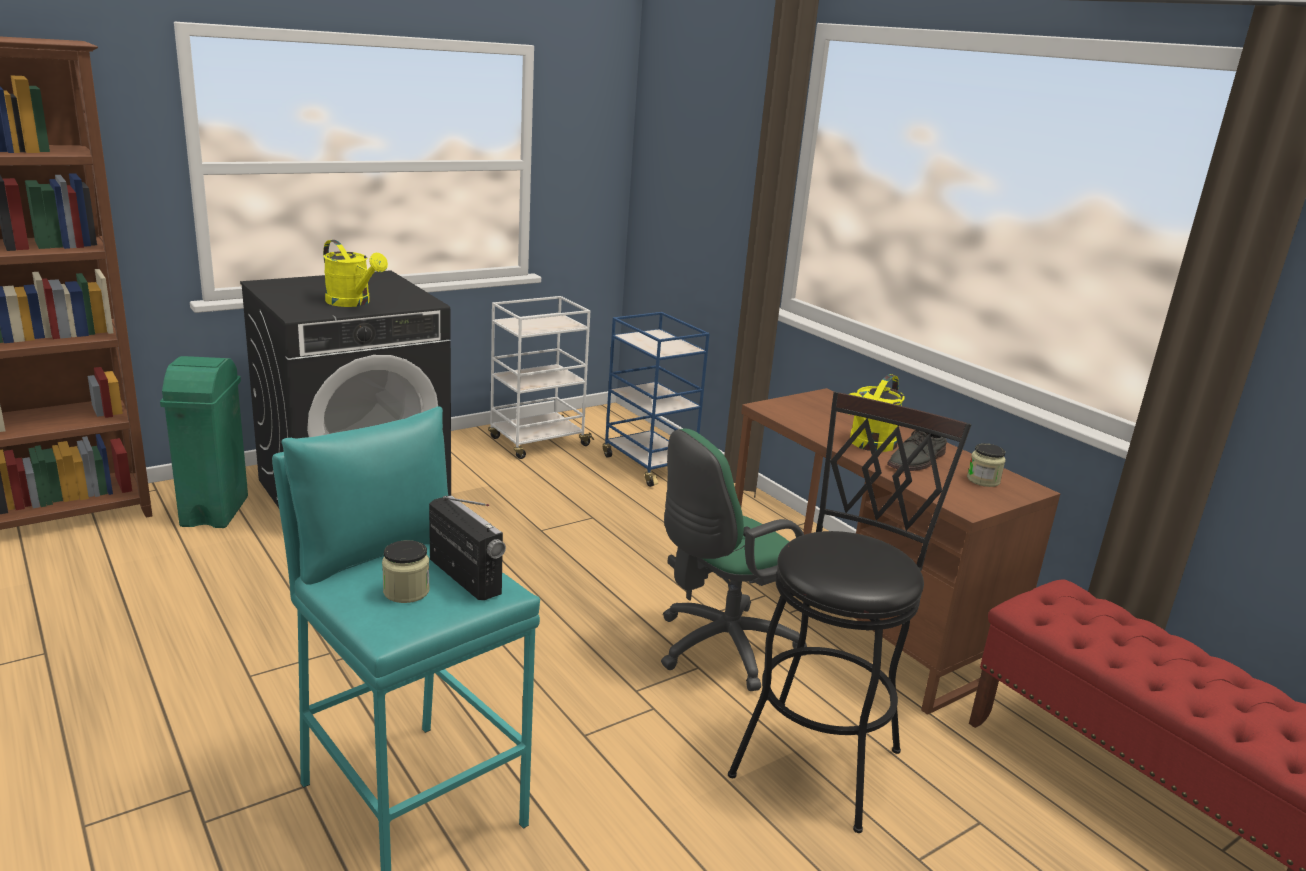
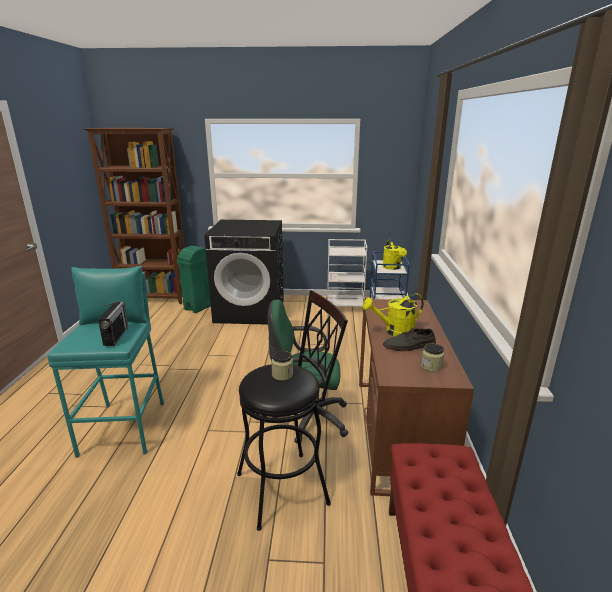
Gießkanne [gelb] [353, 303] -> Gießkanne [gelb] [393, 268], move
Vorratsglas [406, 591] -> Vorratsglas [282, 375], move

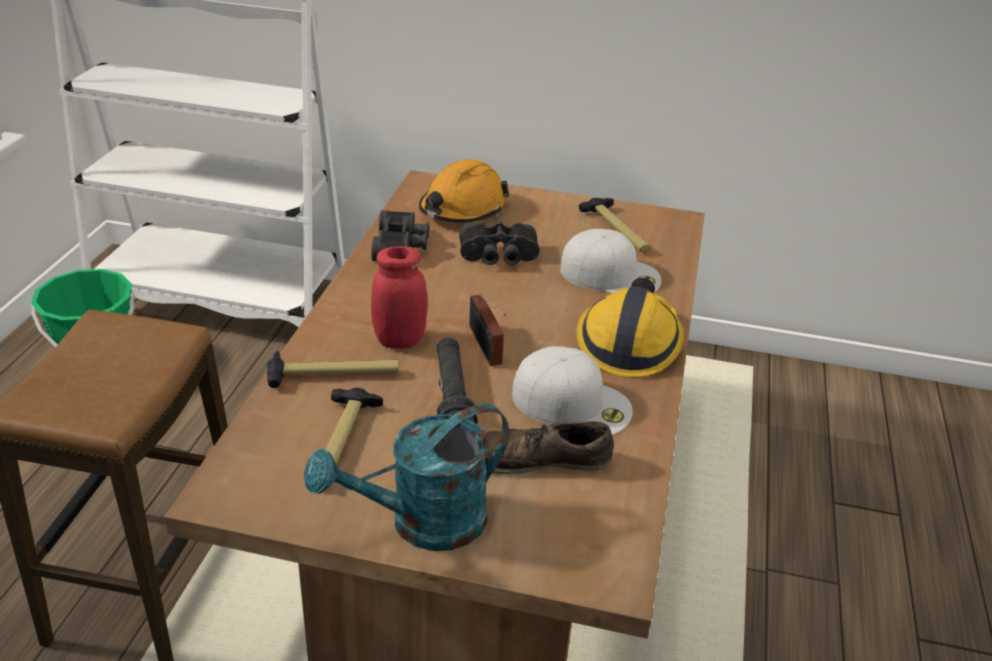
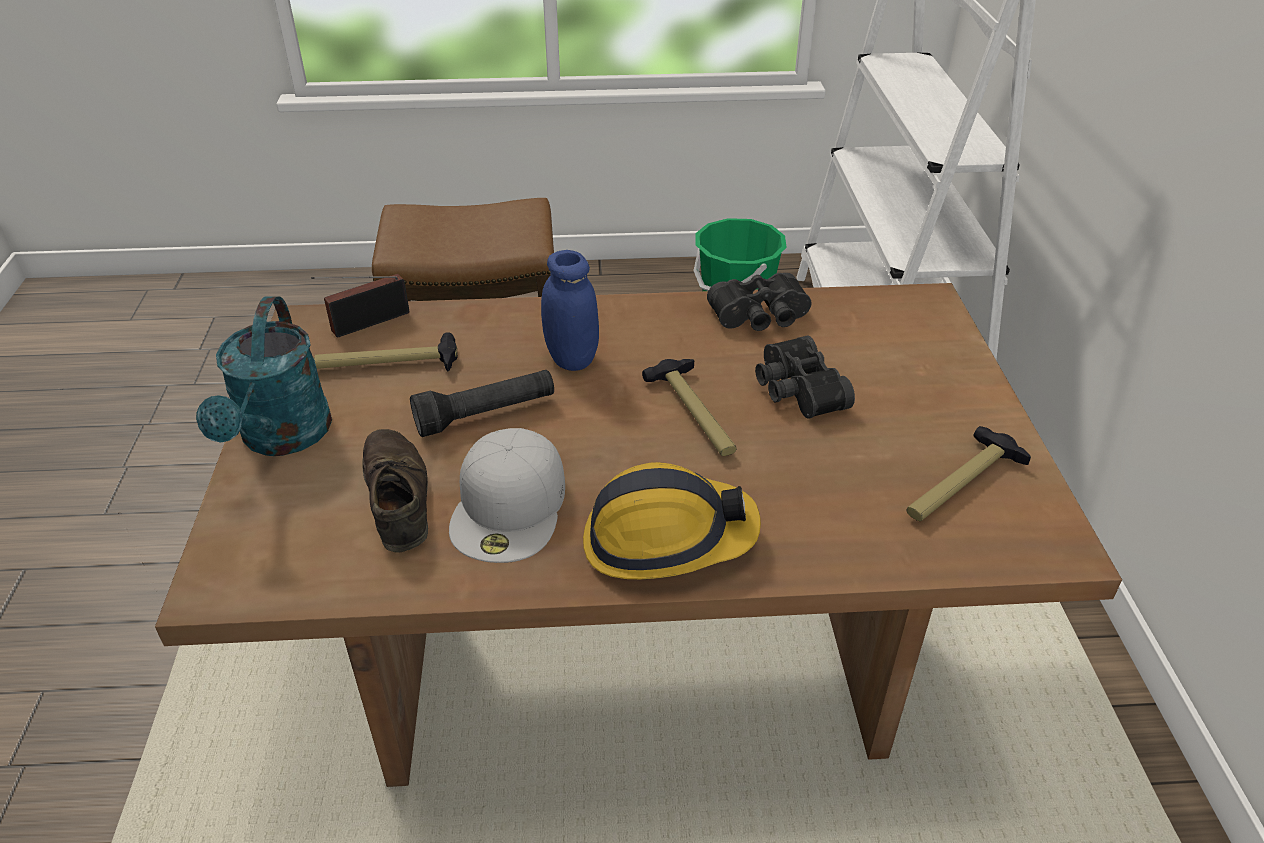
Schutzhelm [orange] [462, 209] -> none
Kappe [weiß] [611, 274] -> none
Hammer [333, 374] -> Hammer [695, 414], move
Radio [485, 347] -> Radio [366, 323], move
Vorratsglas [rot] [399, 340] -> Vorratsglas [blau] [572, 359]
Gießkanne [türkis] [422, 524] -> Gießkanne [türkis] [282, 438], 135 degrees counterclockwise

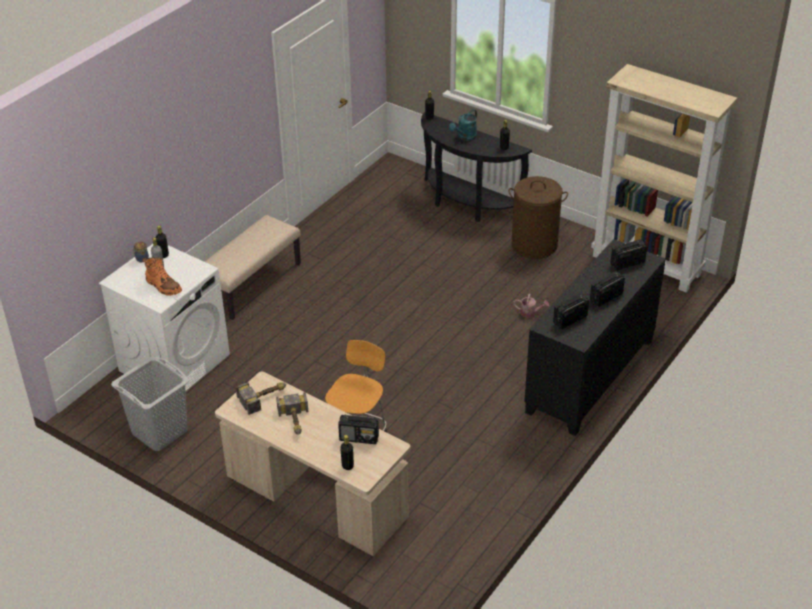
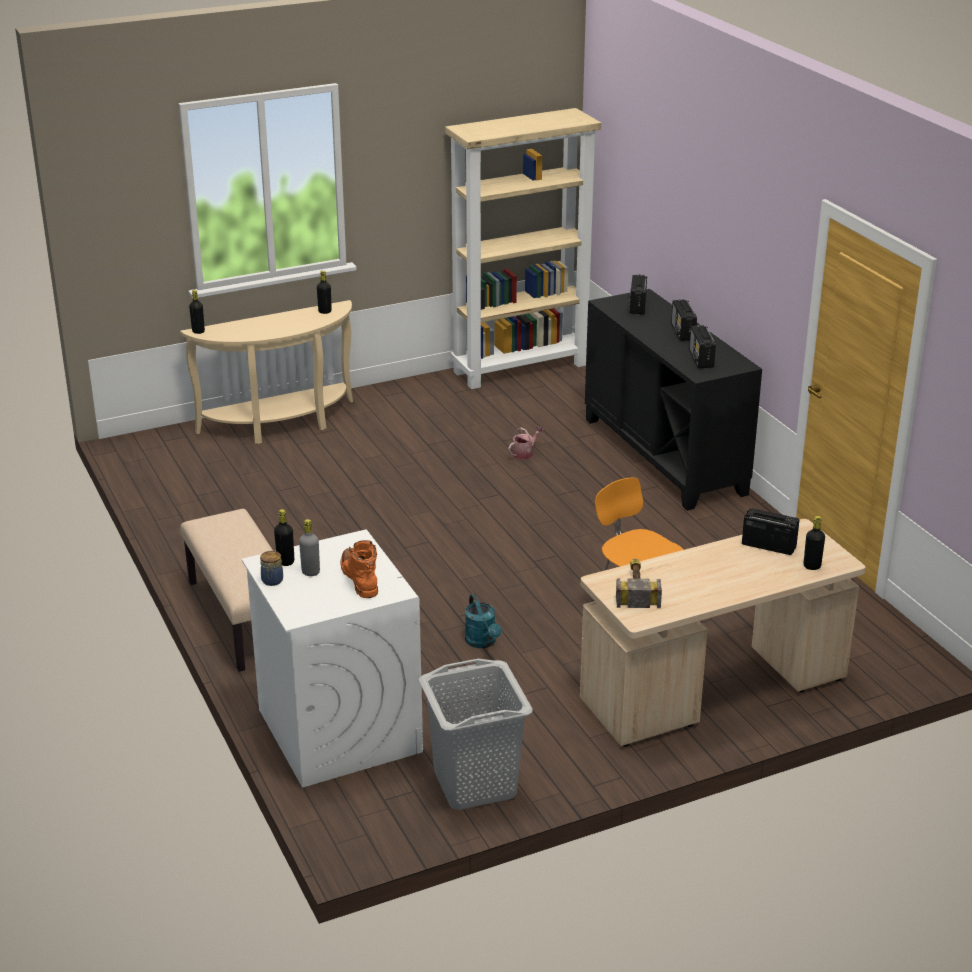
Hammer [295, 421] -> none
Wäschekorb [braun] [534, 245] -> none
Gießkanne [türkis] [465, 137] -> Gießkanne [türkis] [483, 642], move
Konsolentisch [schwarz] [466, 204] -> Konsolentisch [beige] [281, 425]
Stiefel [orange] [163, 286] -> Stiefel [orange] [360, 579], 90 degrees counterclockwise
Radio [359, 438] -> Radio [768, 545], 105 degrees counterclockwise

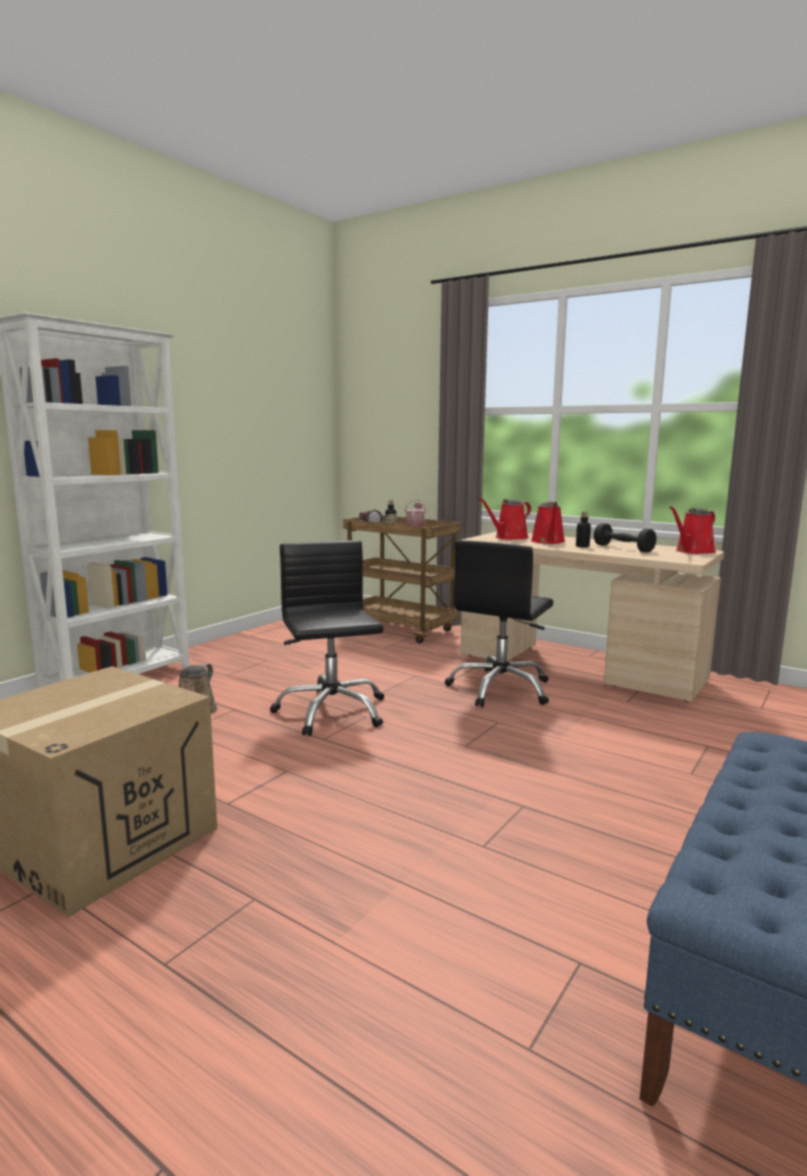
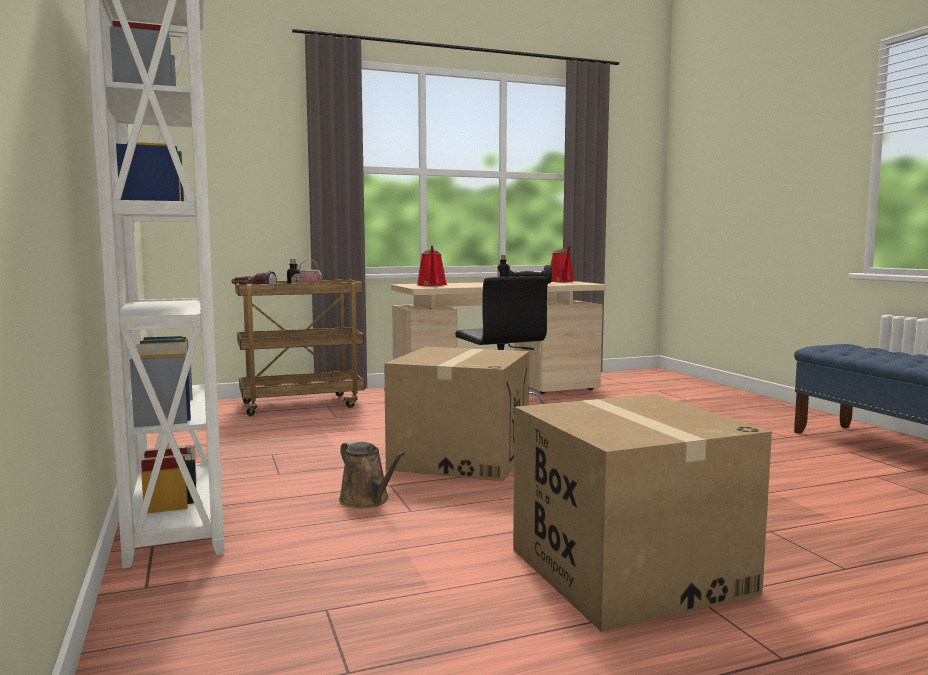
Gießkanne [rot] [548, 542] -> none
Bürostuhl [schwarz] [331, 711] -> Karton [460, 457]

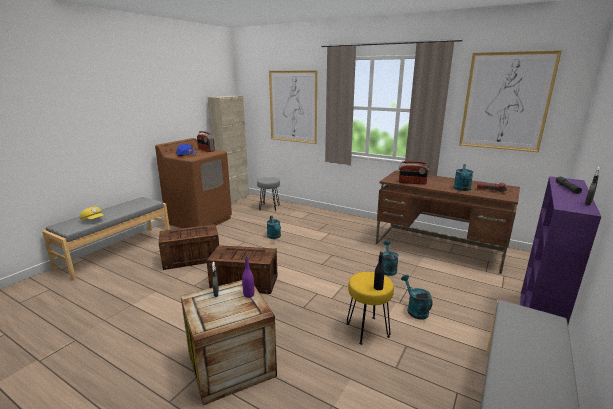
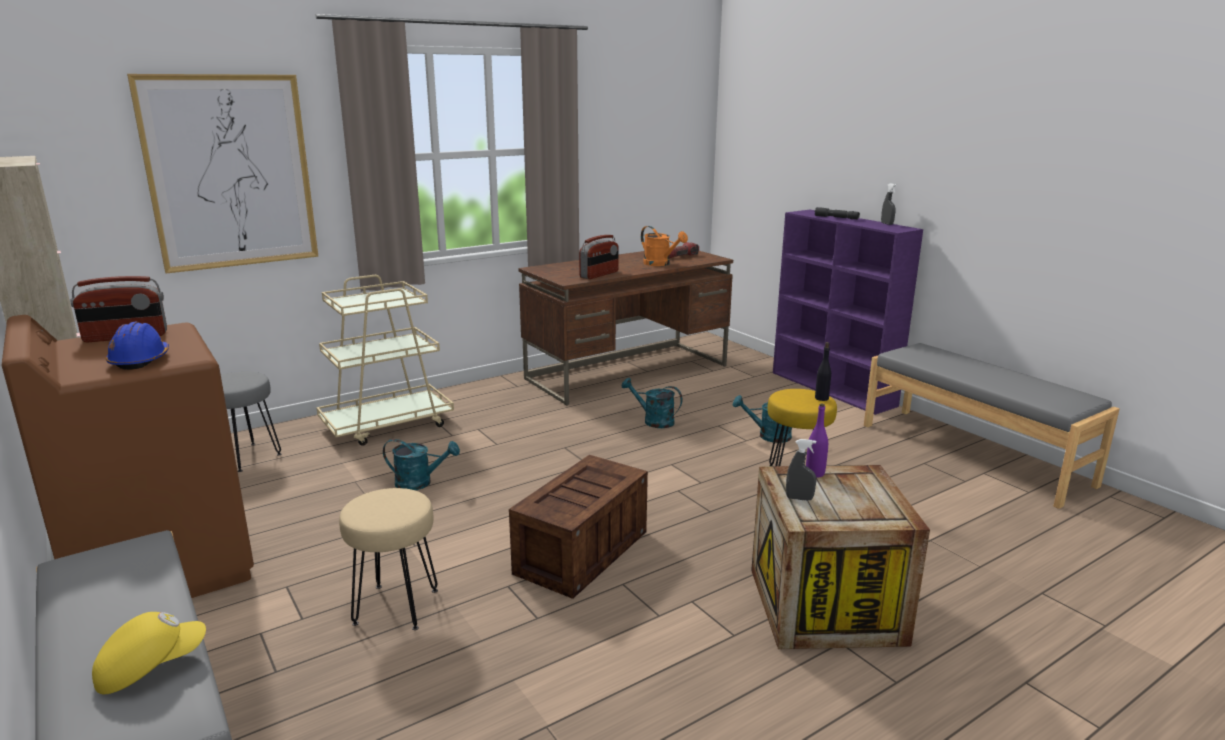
Bild [505, 102] -> none
none -> Rollwagen [beige] [388, 424]
Kiste [192, 258] -> Hocker [beige] [395, 606]
Gießkanne [türkis] [462, 189] -> Gießkanne [orange] [660, 264]

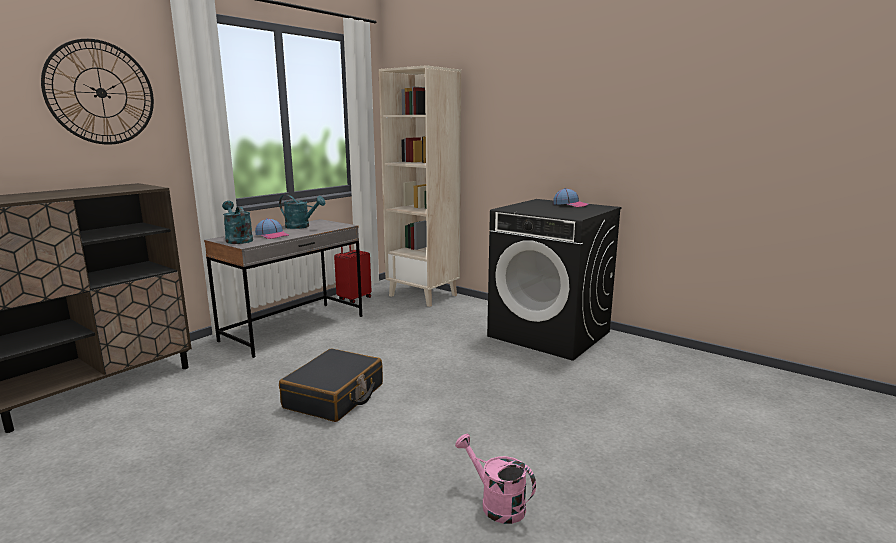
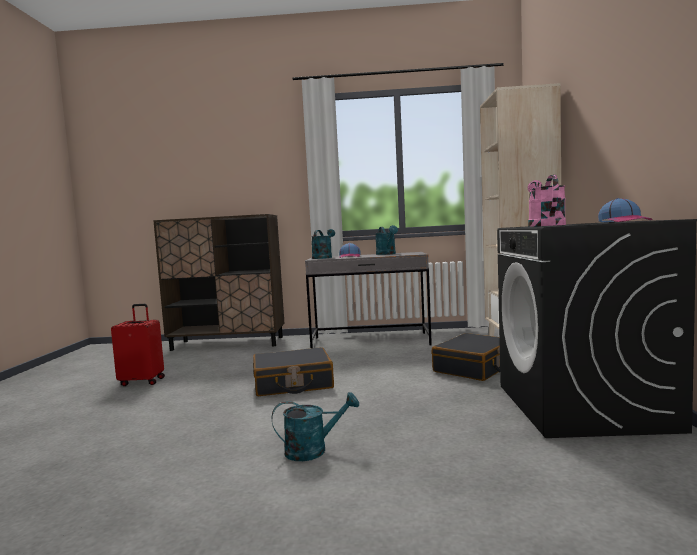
Wanduhr [101, 93] -> none
none -> Gießkanne [türkis] [313, 450]
none -> Koffer [schwarz] [474, 368]
Koffer [rot] [354, 299] -> Koffer [rot] [142, 381], move
Gießkanne [rosa] [496, 504] -> Gießkanne [rosa] [544, 225], move

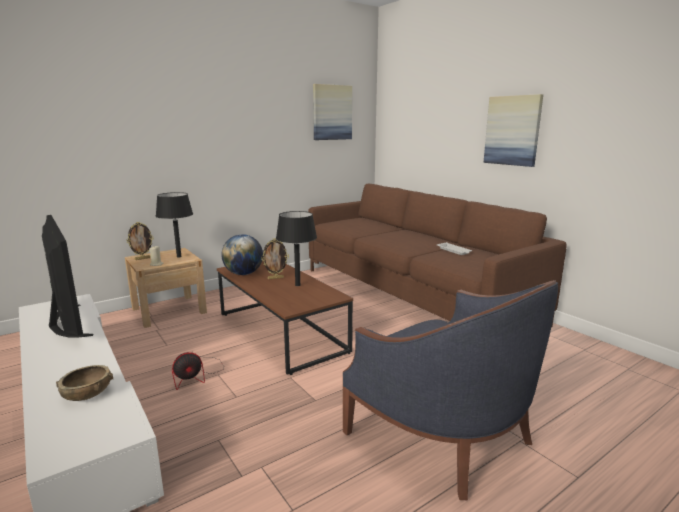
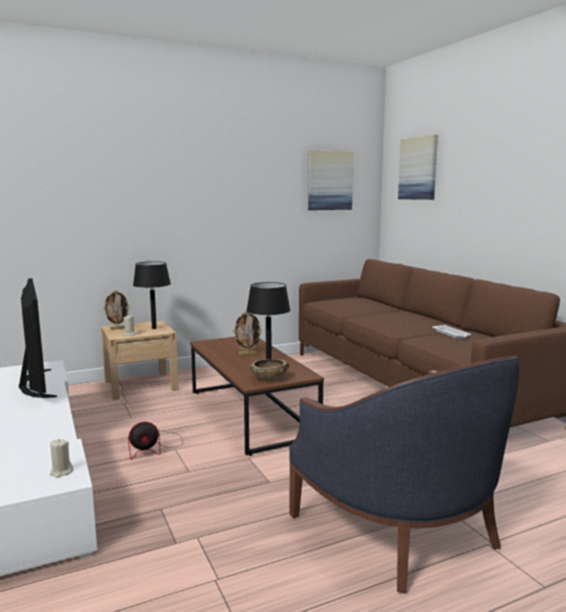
Globus [243, 274] -> none
none -> Kerze [beige] [61, 472]
Schüssel [braun] [88, 394] -> Schüssel [braun] [269, 378], move
Bild [512, 130] -> Bild [418, 168], move

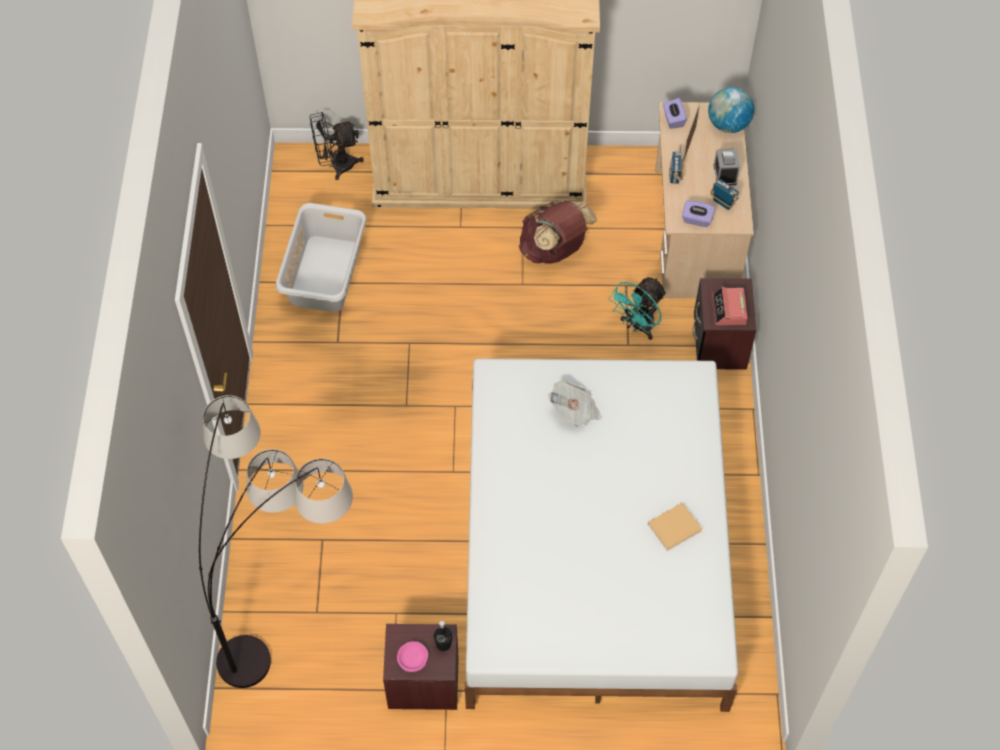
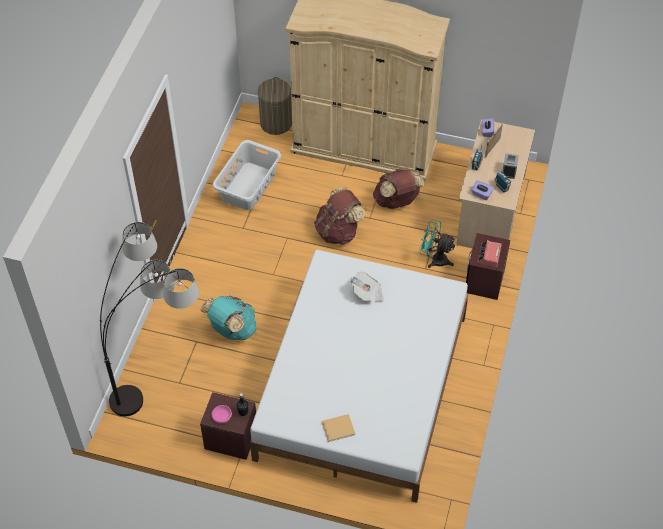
Globus [728, 125] -> none
none -> Rucksack [türkis] [232, 330]
none -> Rucksack [braun] [338, 231]
Buch [beige] [676, 526] -> Buch [beige] [339, 428], move
Ventilator [schwarz] [336, 165] -> Wäschekorb [276, 123]
Ventilator [türkis] [638, 327] -> Ventilator [türkis] [435, 259], 60 degrees clockwise

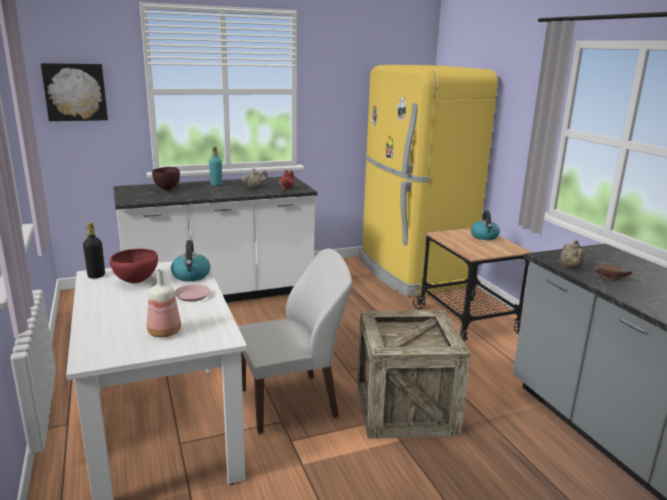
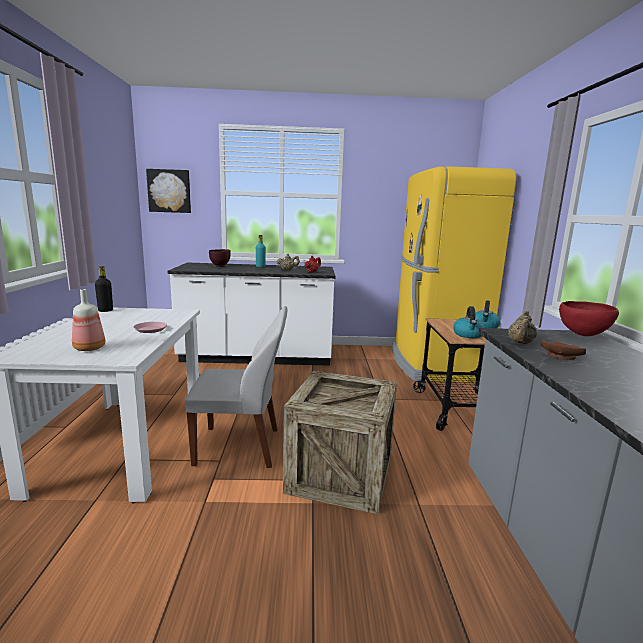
Schüssel [rot] [136, 281] -> Schüssel [rot] [583, 335], move
Wasserkessel [191, 276] -> Wasserkessel [468, 335], move

